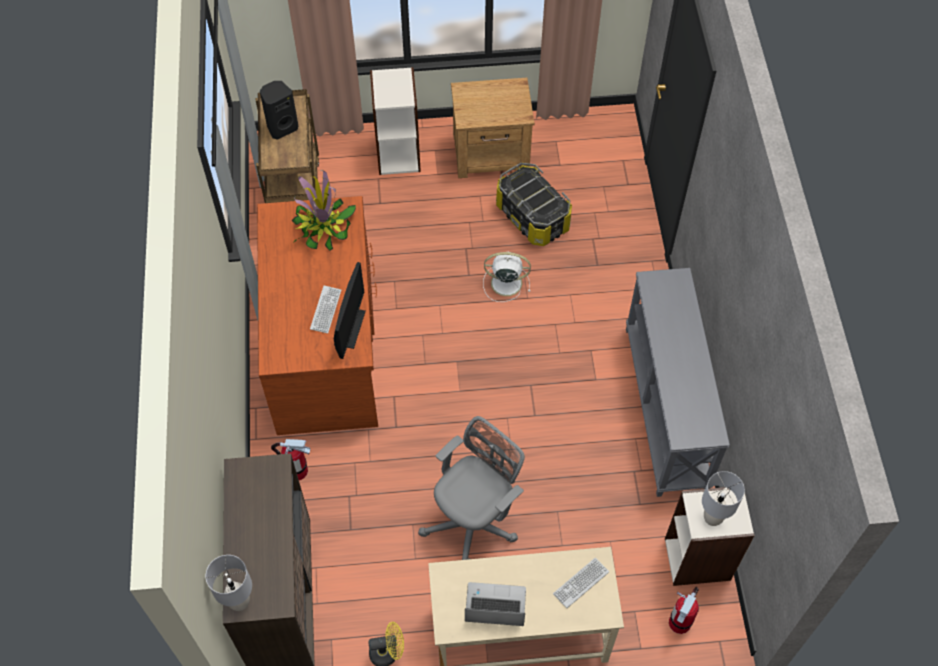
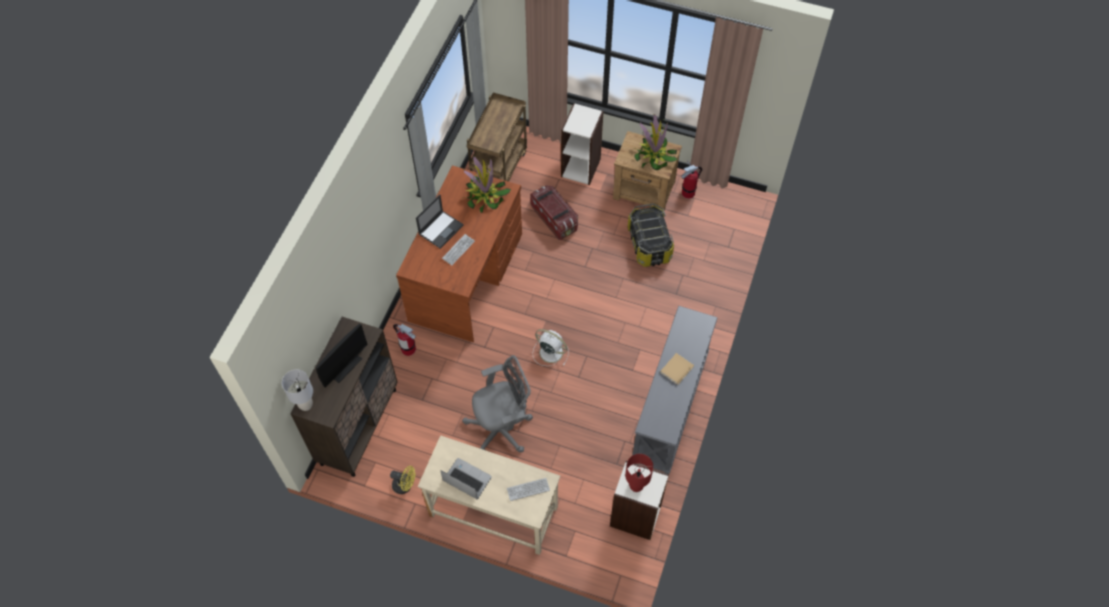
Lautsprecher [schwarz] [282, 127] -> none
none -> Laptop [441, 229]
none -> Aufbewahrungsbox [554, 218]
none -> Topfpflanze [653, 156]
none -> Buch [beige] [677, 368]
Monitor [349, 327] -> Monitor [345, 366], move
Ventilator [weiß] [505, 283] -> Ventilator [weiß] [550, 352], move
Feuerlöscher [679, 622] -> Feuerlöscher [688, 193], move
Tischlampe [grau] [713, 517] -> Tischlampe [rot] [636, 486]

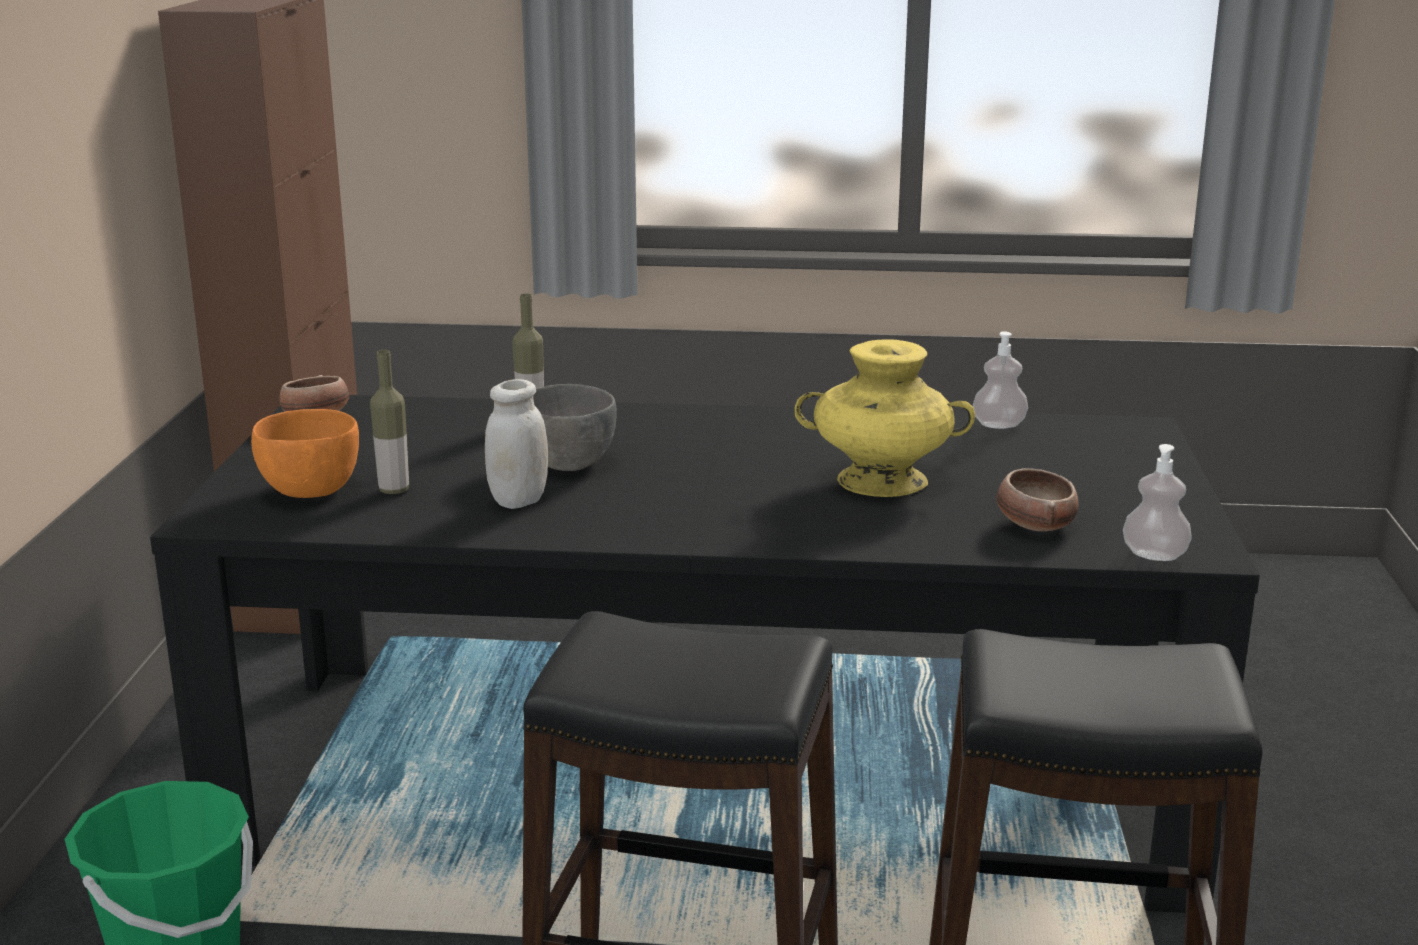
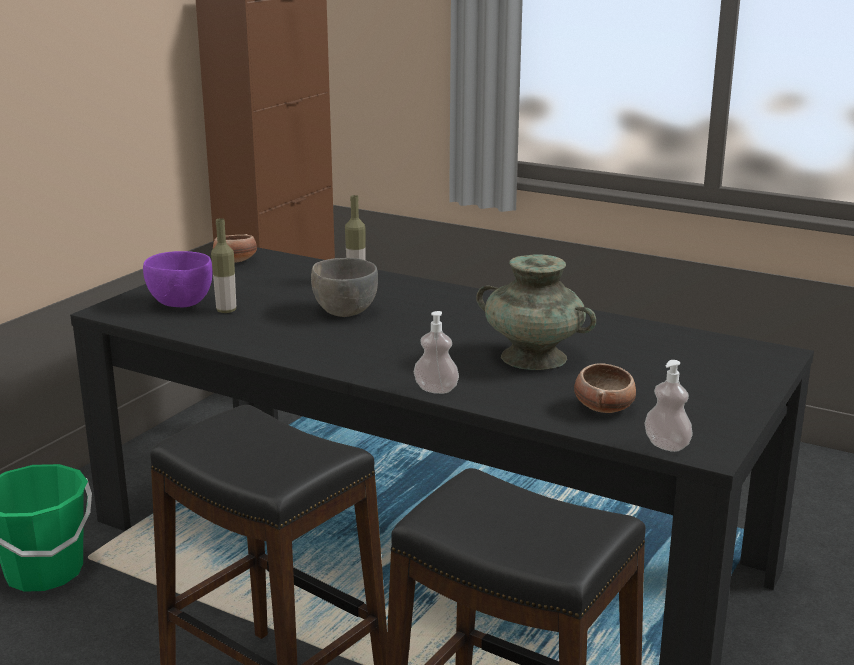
Vorratsglas [weiß] [519, 501] -> none
Seifenspender [999, 425] -> Seifenspender [436, 389], move
Schüssel [orange] [309, 491] -> Schüssel [lila] [180, 303]
Vase [gelb] [881, 481] -> Vase [türkis] [532, 357]

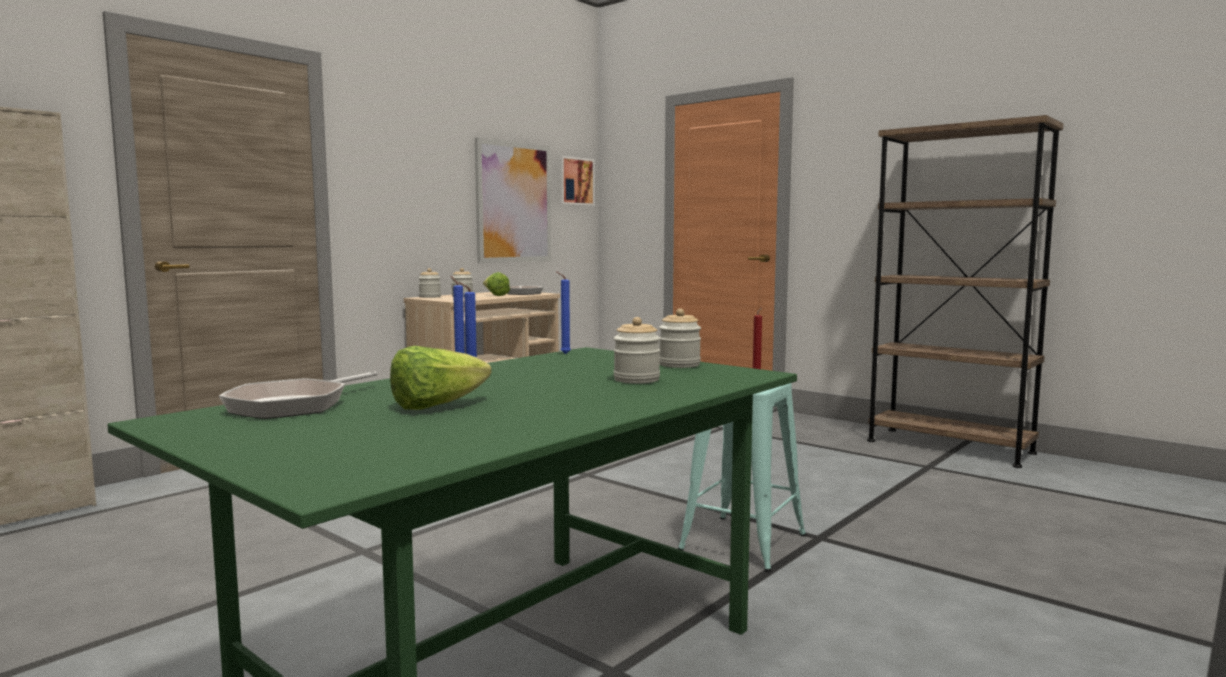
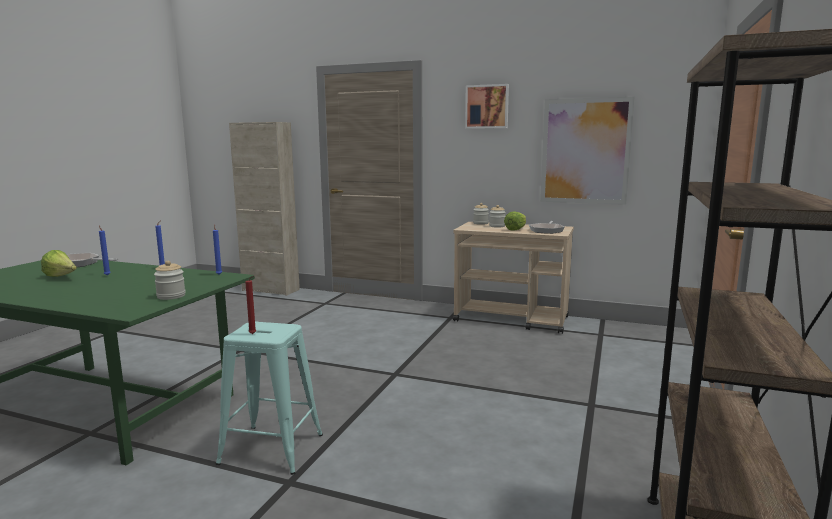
Vorratsglas [636, 379] -> none
Bild [574, 181] -> Bild [487, 106], move

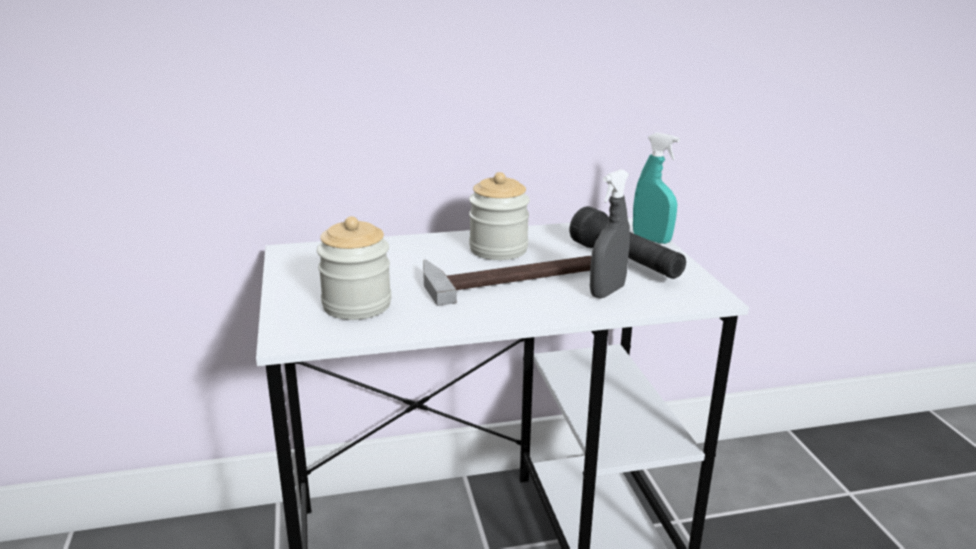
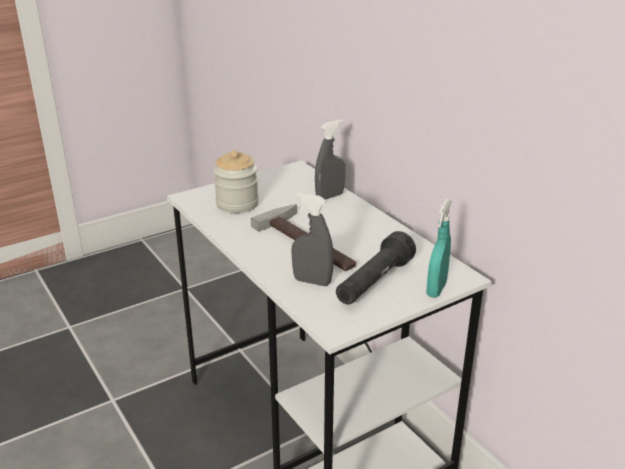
Vorratsglas [498, 249] -> none
none -> Sprühflasche [grau] [330, 196]

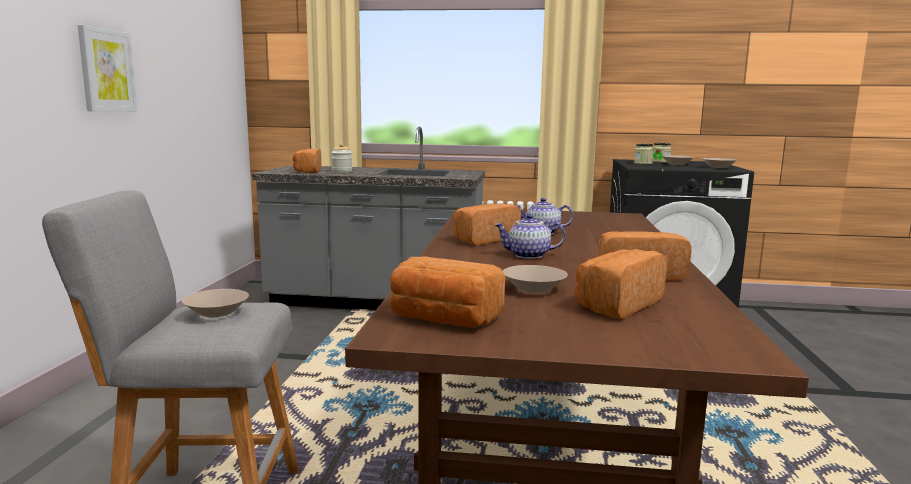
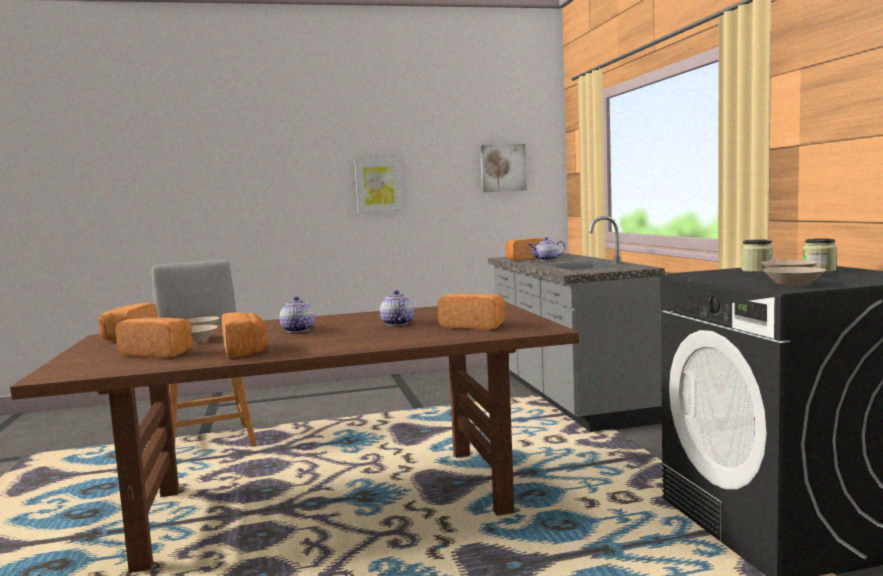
none -> Bild [503, 168]
Brot [484, 239] -> Brot [474, 326], move
Vorratsglas [342, 171] -> Teekanne [547, 260]

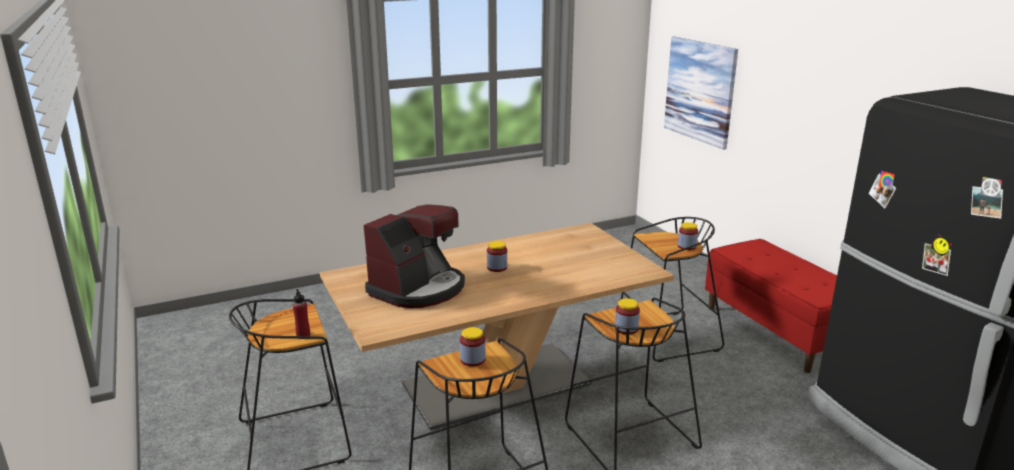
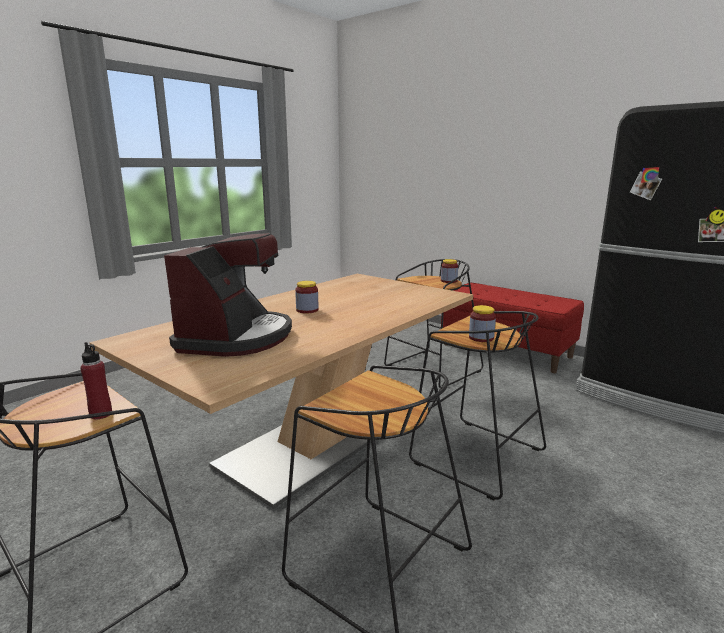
Vorratsglas [472, 360] -> none
Bild [699, 91] -> none

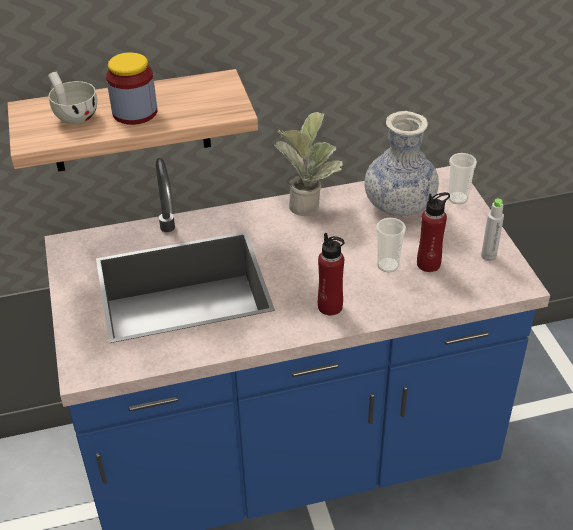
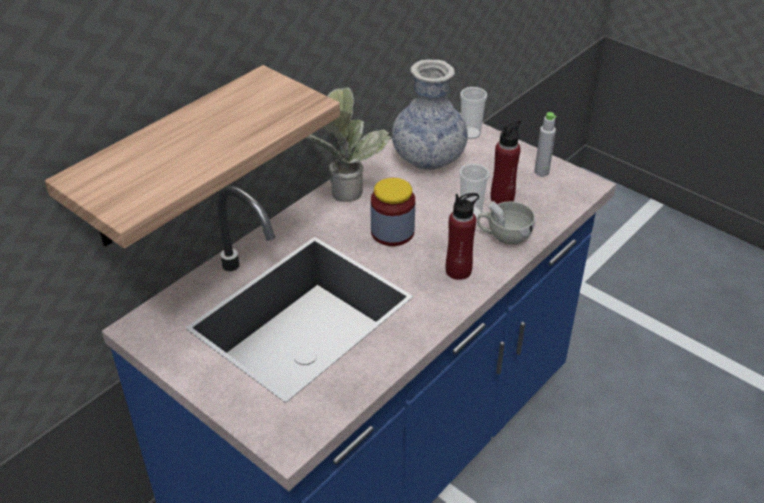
Tasse [weiß] [73, 115] -> Tasse [weiß] [504, 236], move
Vorratsglas [135, 112] -> Vorratsglas [392, 232], move

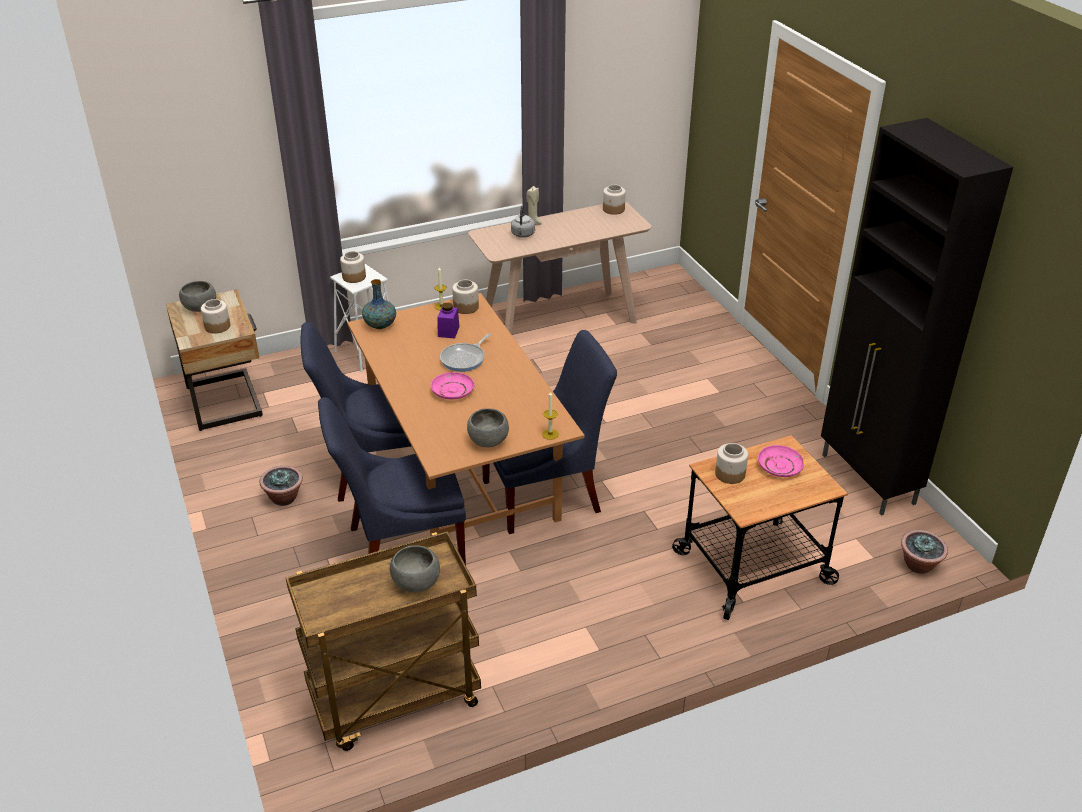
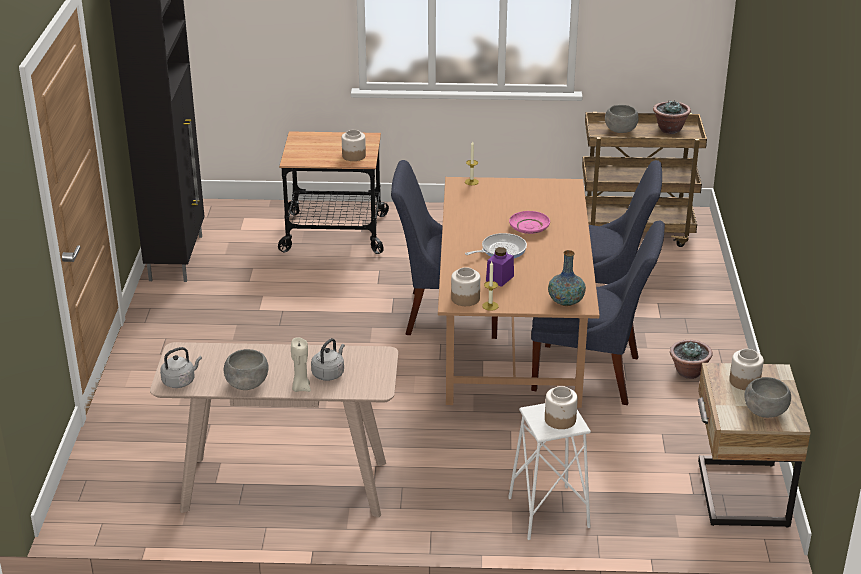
Teller [rosa] [779, 466] -> none
Schüssel [grau] [488, 441] -> Schüssel [grau] [247, 384], move
Topfpflanze [919, 565] -> Topfpflanze [669, 129], move
Vorratsglas [613, 209] -> Wasserkessel [grau] [180, 381]

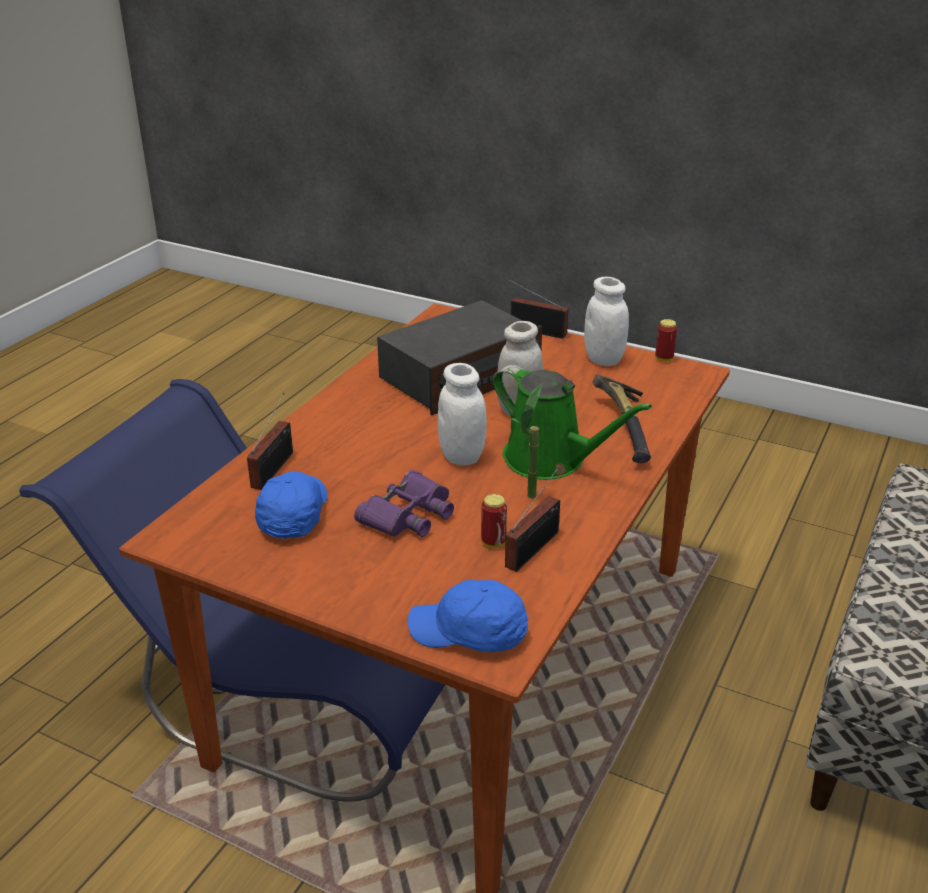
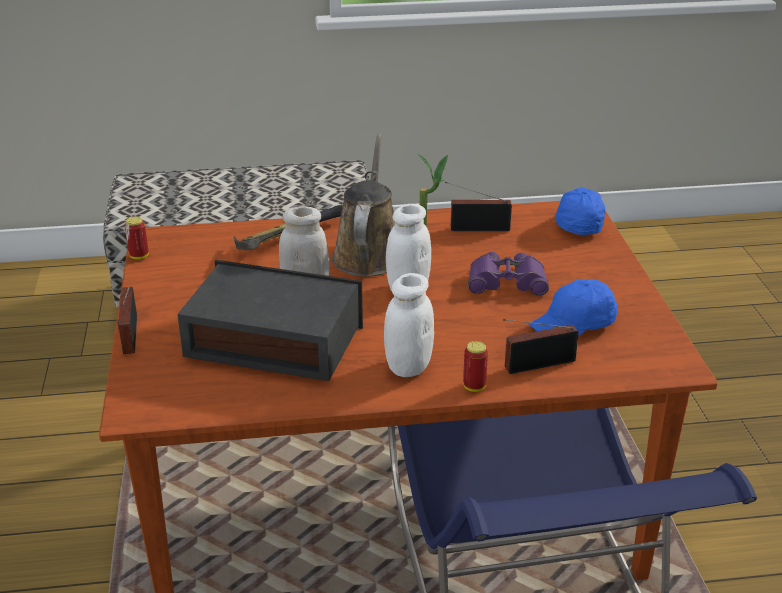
Dose [493, 543] -> Dose [474, 387], move
Vorratsglas [weiß] [603, 359] -> Vorratsglas [weiß] [408, 366], move
Gießkanne [grün] [550, 460] -> Gießkanne [braun] [368, 254]
Kappe [blau] [469, 633] -> Kappe [blau] [578, 222], 150 degrees counterclockwise

